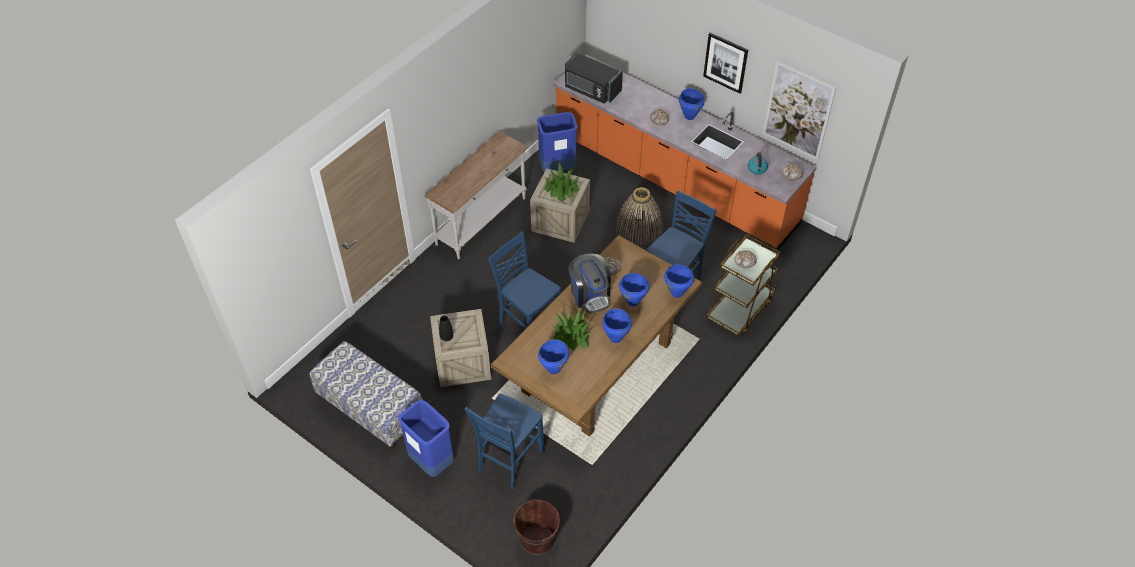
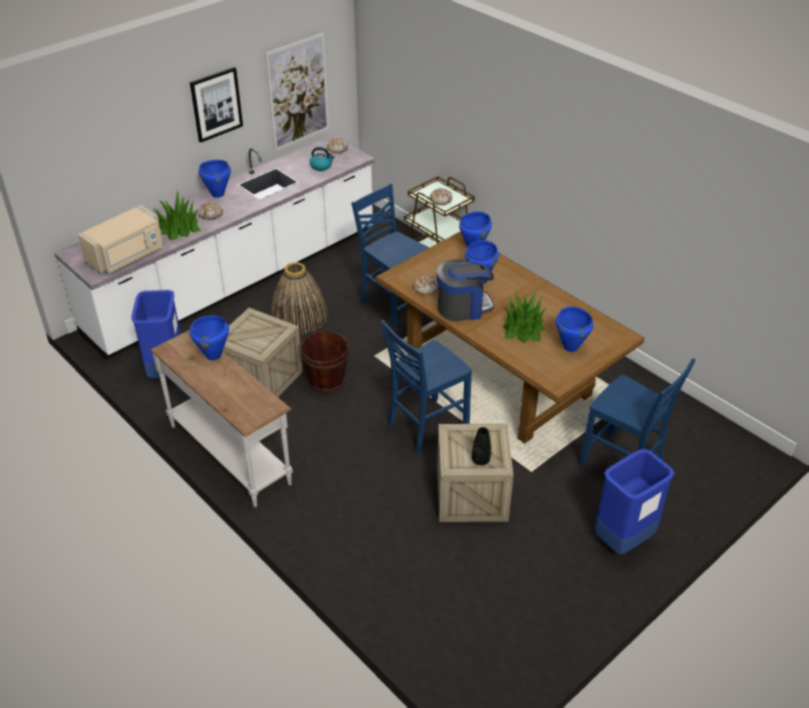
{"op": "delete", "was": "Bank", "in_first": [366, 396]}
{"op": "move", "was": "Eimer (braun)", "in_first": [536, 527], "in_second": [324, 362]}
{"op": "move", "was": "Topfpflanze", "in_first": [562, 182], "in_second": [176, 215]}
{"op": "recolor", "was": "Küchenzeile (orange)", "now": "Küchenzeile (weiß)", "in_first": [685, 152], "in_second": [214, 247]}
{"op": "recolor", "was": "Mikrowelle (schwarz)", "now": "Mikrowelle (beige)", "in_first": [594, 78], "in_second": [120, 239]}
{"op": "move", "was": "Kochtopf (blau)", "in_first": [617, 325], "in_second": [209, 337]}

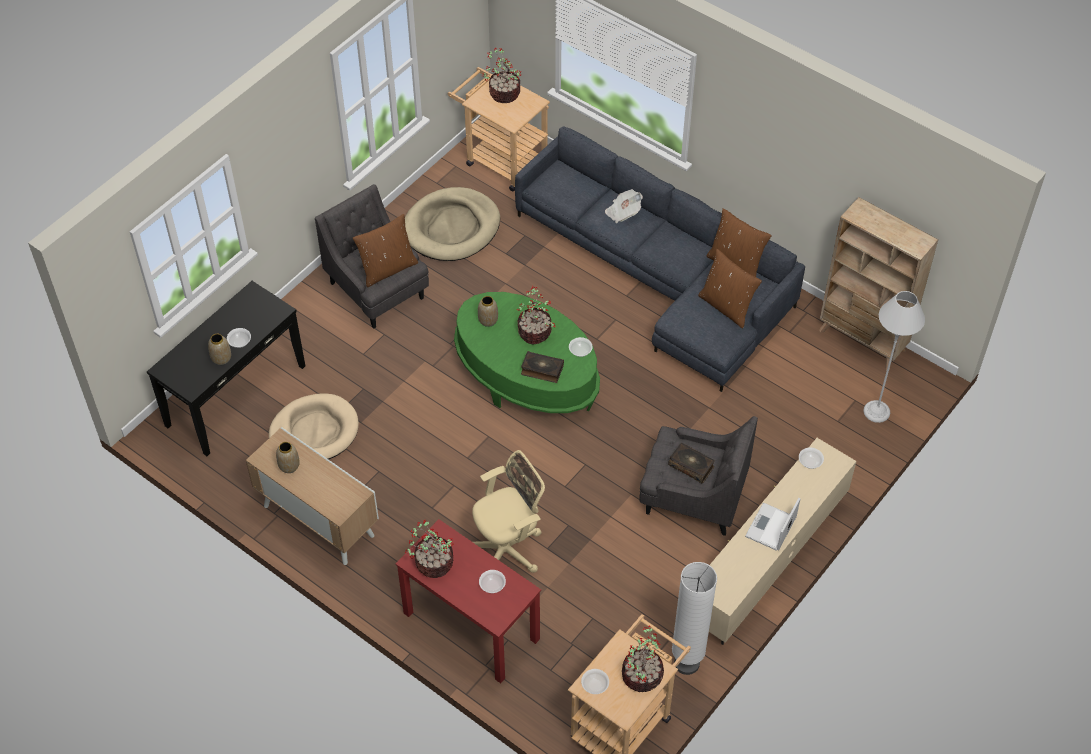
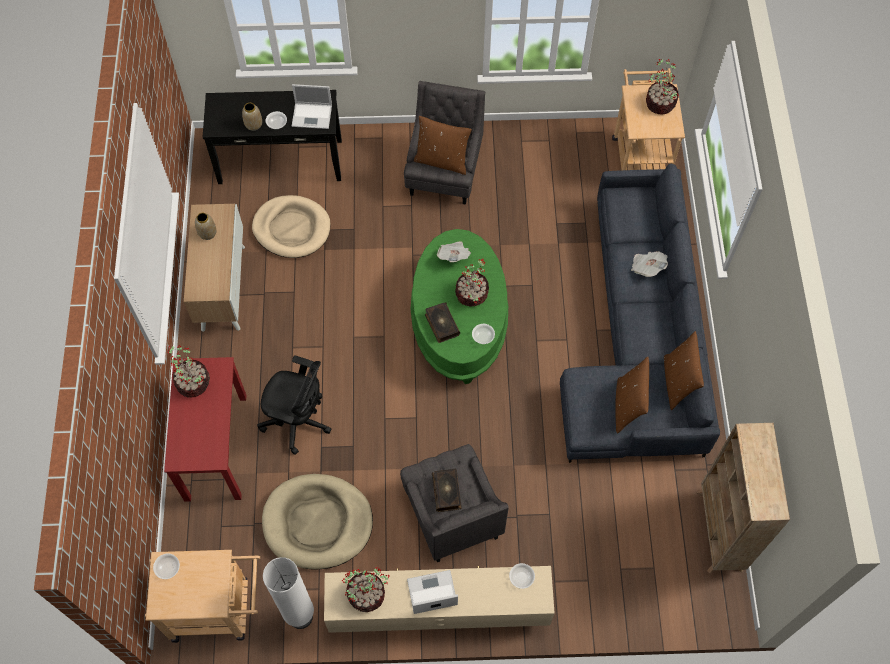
{"op": "move", "was": "Hundebett (beige)", "in_first": [452, 224], "in_second": [317, 521]}
{"op": "recolor", "was": "Bürostuhl (beige)", "now": "Bürostuhl (schwarz)", "in_first": [508, 511], "in_second": [294, 405]}
{"op": "replace", "was": "Vase", "now": "Zeitung", "in_first": [488, 311], "in_second": [454, 251]}
{"op": "delete", "was": "Schüssel", "in_first": [492, 581]}
{"op": "move", "was": "Topfpflanze", "in_first": [643, 658], "in_second": [365, 589]}
{"op": "delete", "was": "Stehlampe (grau)", "in_first": [894, 357]}
{"op": "insert", "now": "Laptop", "in_second": [312, 106]}

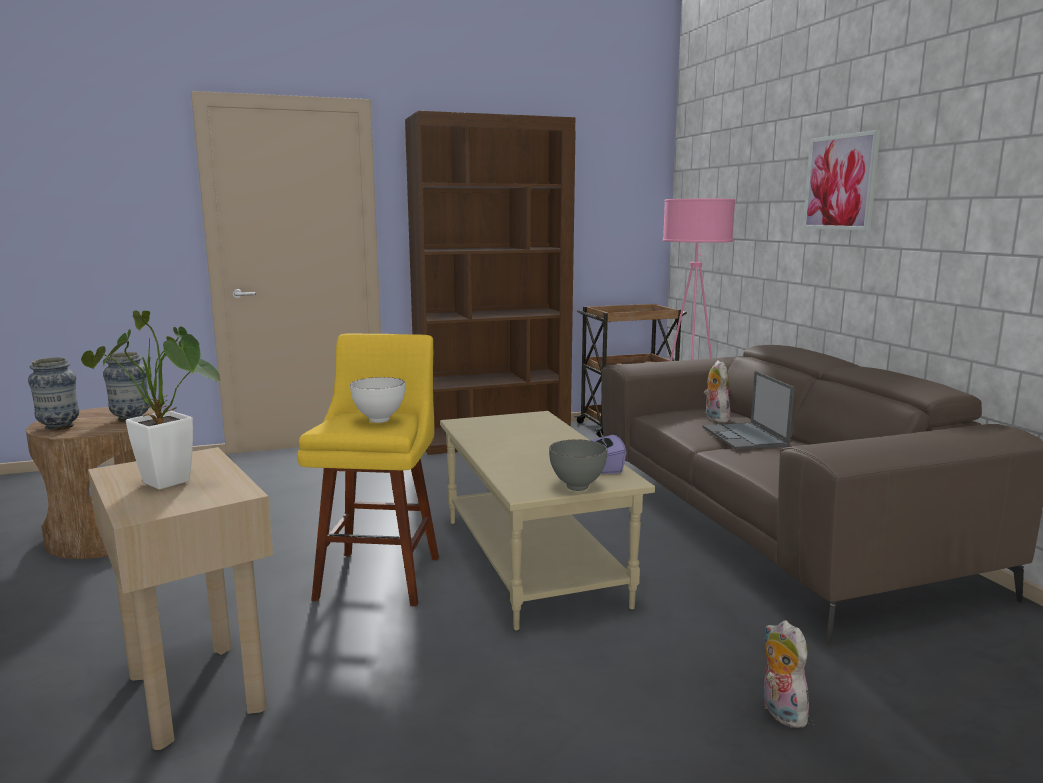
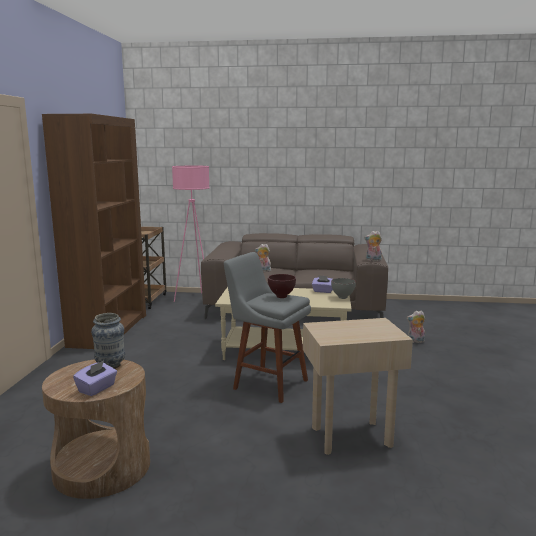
{"op": "replace", "was": "Vase", "now": "Taschentuchbox (lila)", "in_first": [53, 394], "in_second": [95, 378]}
{"op": "delete", "was": "Topfpflanze", "in_first": [151, 399]}
{"op": "recolor", "was": "Hocker (gelb)", "now": "Hocker (grau)", "in_first": [368, 470], "in_second": [267, 327]}
{"op": "recolor", "was": "Schüssel (weiß)", "now": "Schüssel (braun)", "in_first": [377, 400], "in_second": [282, 286]}
{"op": "delete", "was": "Laptop", "in_first": [749, 410]}
{"op": "delete", "was": "Bild", "in_first": [841, 180]}
{"op": "insert", "now": "Plüschtier", "in_second": [373, 246]}

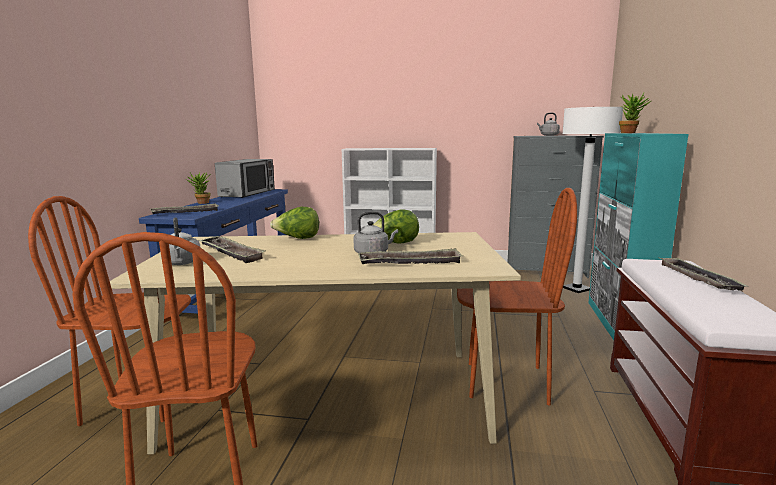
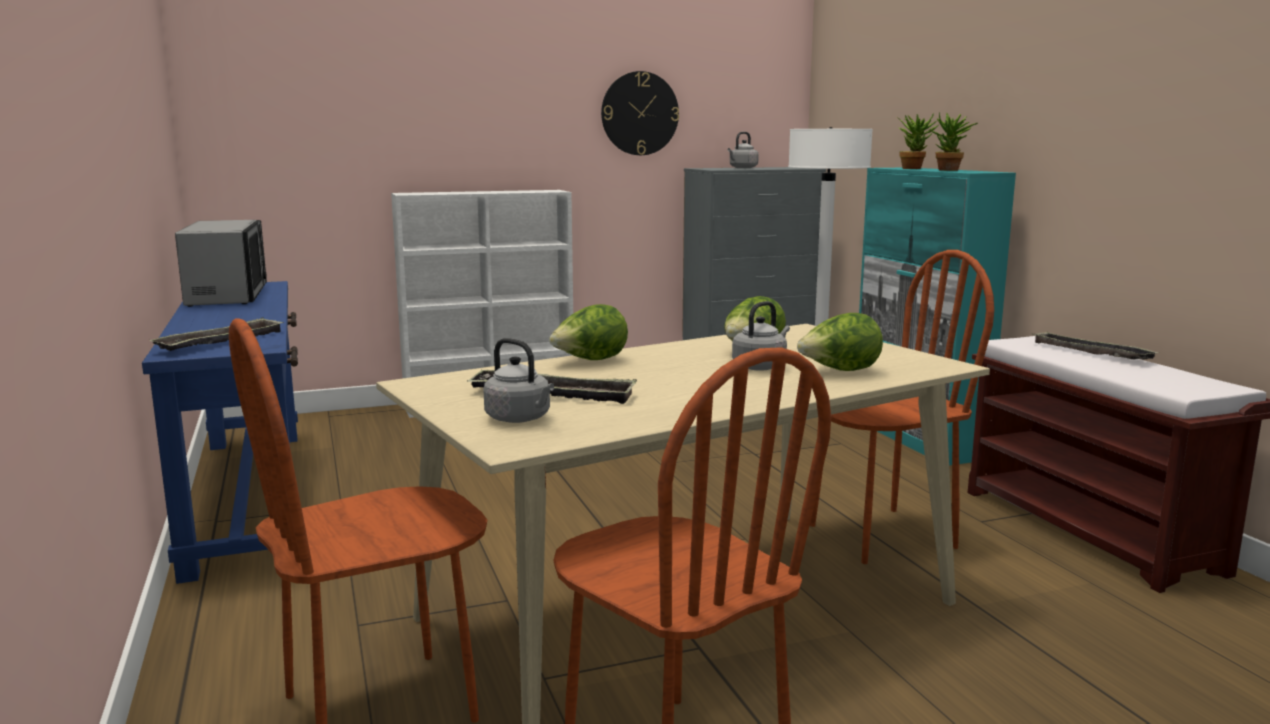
{"op": "move", "was": "Topfpflanze", "in_first": [198, 188], "in_second": [954, 141]}
{"op": "replace", "was": "Tablett", "now": "Salatkopf", "in_first": [410, 256], "in_second": [840, 342]}
{"op": "insert", "now": "Wanduhr", "in_second": [640, 113]}

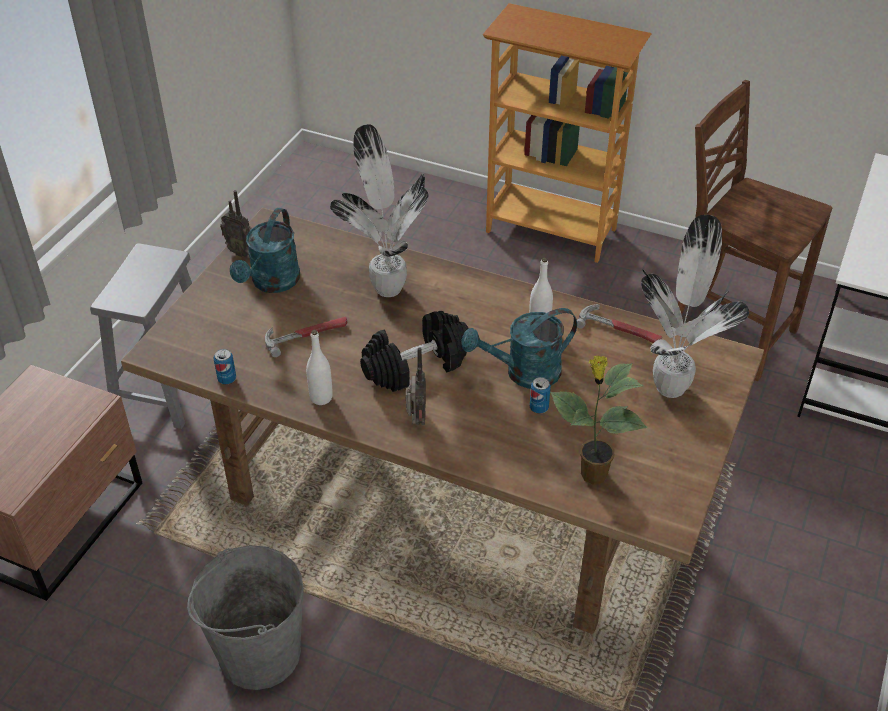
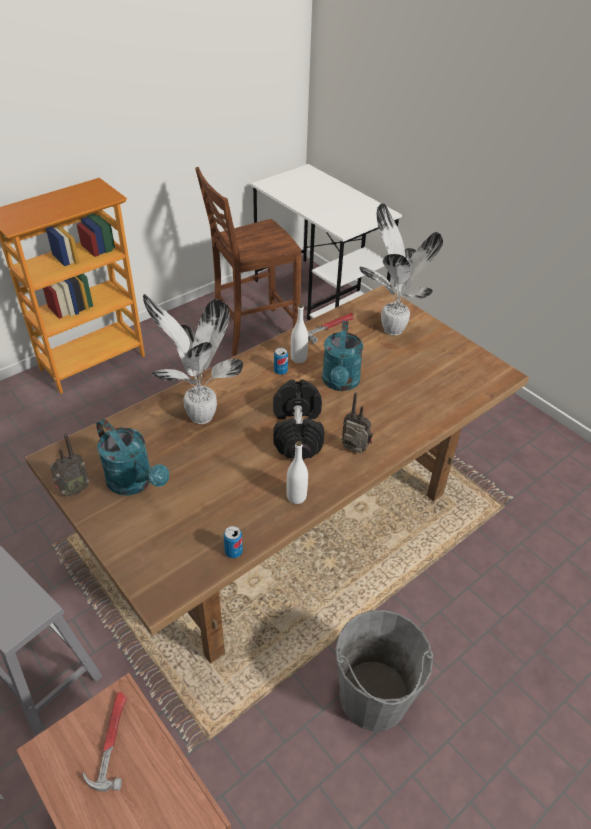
{"op": "move", "was": "Hammer", "in_first": [306, 337], "in_second": [104, 741]}
{"op": "move", "was": "Dose", "in_first": [540, 395], "in_second": [281, 361]}
{"op": "delete", "was": "Topfpflanze", "in_first": [599, 420]}

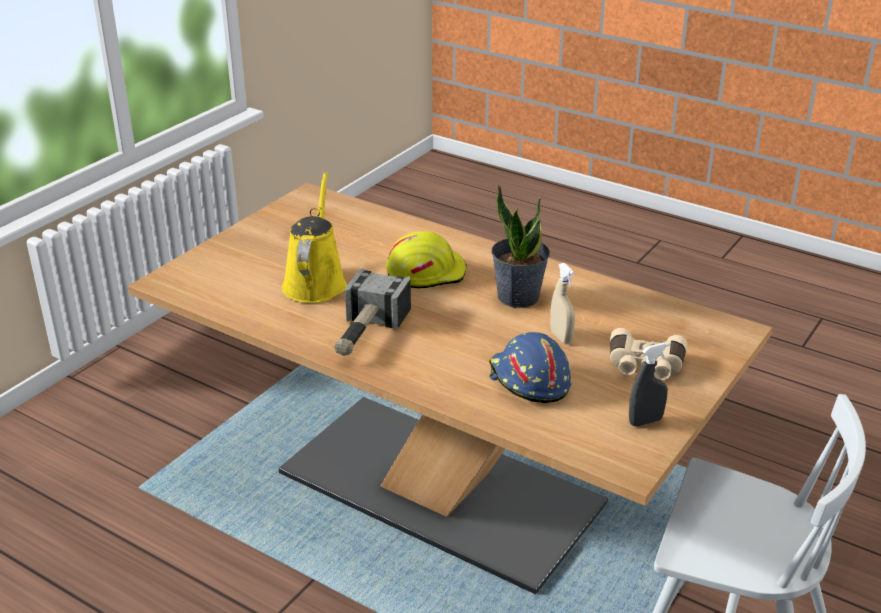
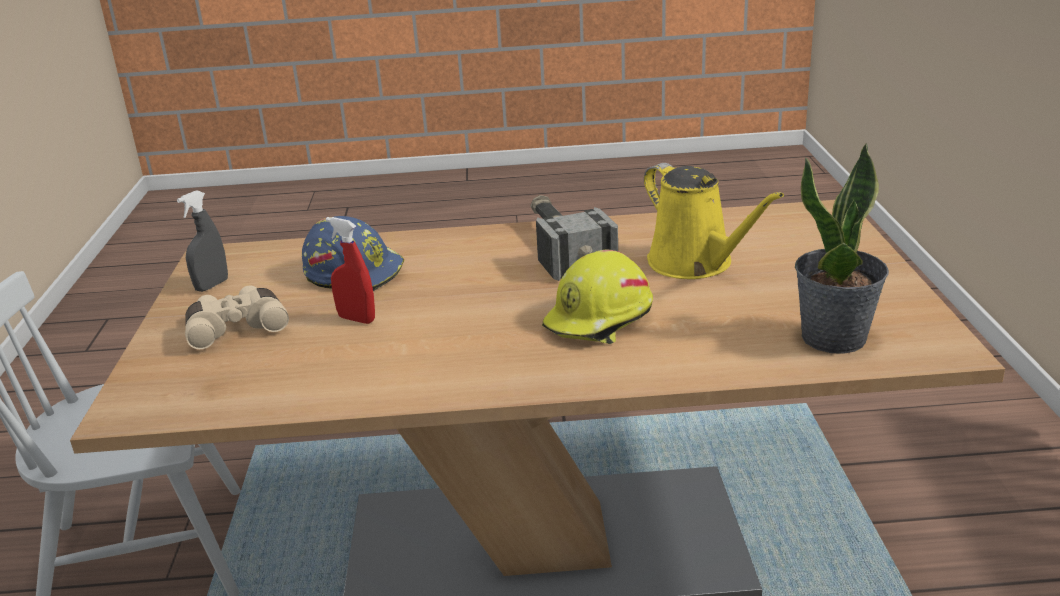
{"op": "move", "was": "Topfpflanze", "in_first": [520, 246], "in_second": [842, 248]}
{"op": "recolor", "was": "Sprühflasche (beige)", "now": "Sprühflasche (rot)", "in_first": [562, 303], "in_second": [350, 270]}

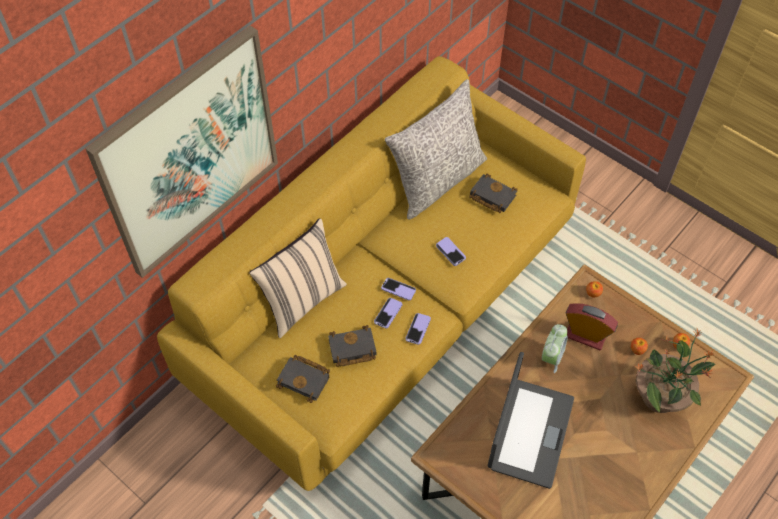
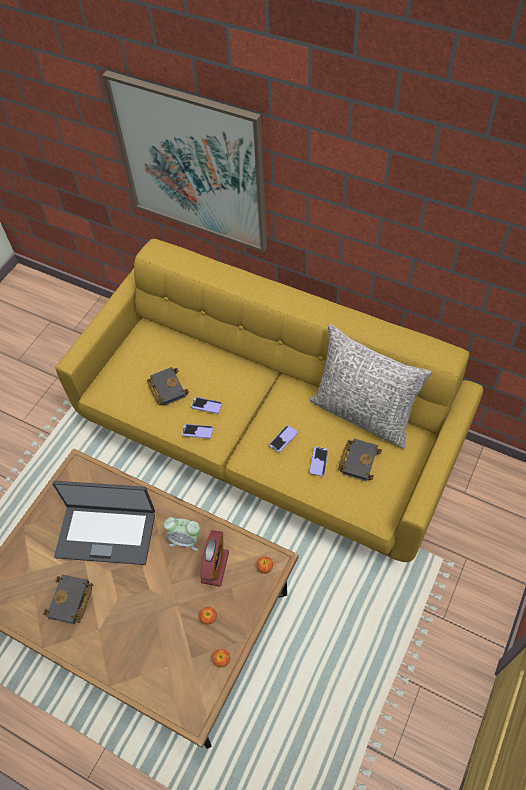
{"op": "delete", "was": "Kissen (beige)", "in_first": [298, 278]}
{"op": "move", "was": "Buch (schwarz)", "in_first": [303, 379], "in_second": [68, 599]}
{"op": "move", "was": "Handy", "in_first": [398, 289], "in_second": [319, 461]}
{"op": "delete", "was": "Topfpflanze", "in_first": [675, 370]}

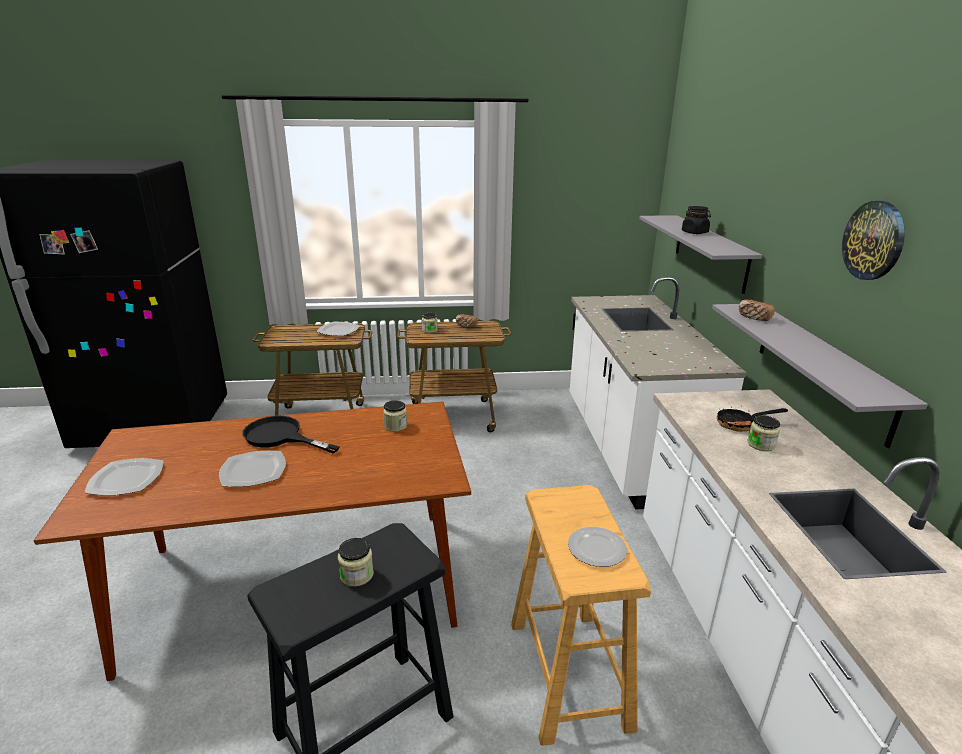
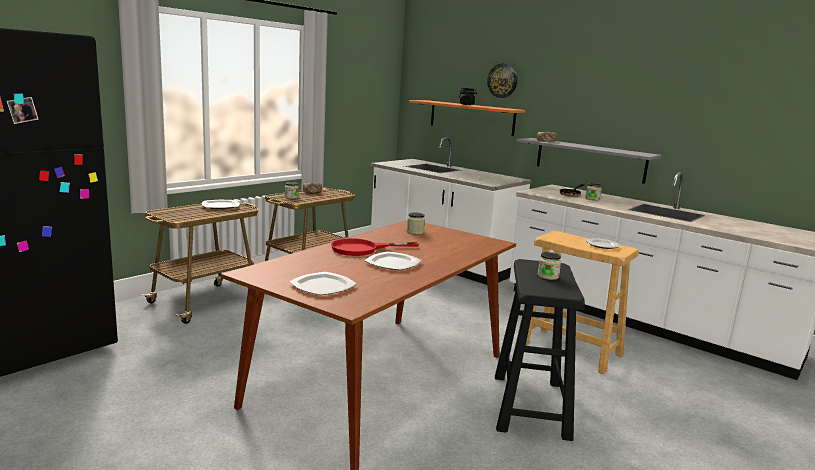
{"op": "recolor", "was": "Pfanne (schwarz)", "now": "Pfanne (rot)", "in_first": [291, 435], "in_second": [375, 247]}
{"op": "recolor", "was": "Wandregal (grau)", "now": "Wandregal (orange)", "in_first": [700, 254], "in_second": [467, 118]}
{"op": "move", "was": "Wanduhr", "in_first": [873, 240], "in_second": [502, 81]}

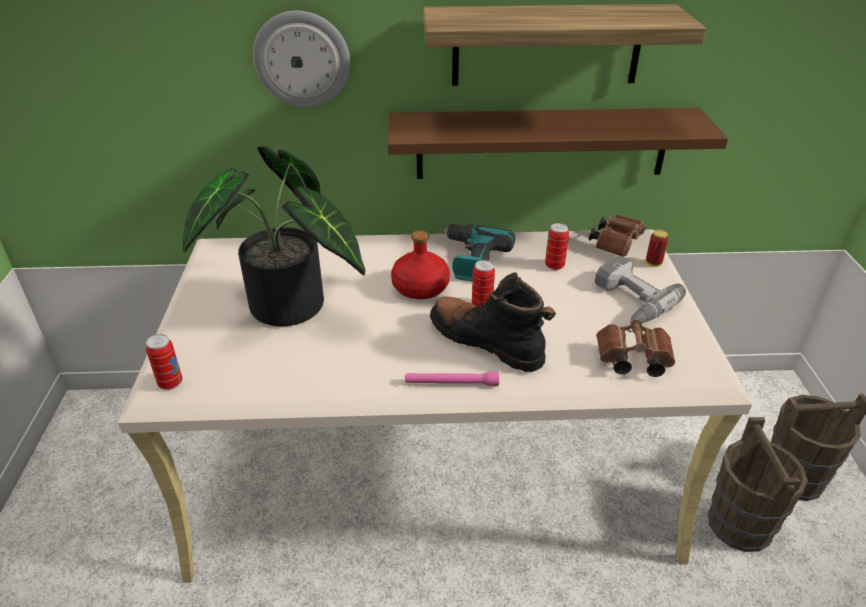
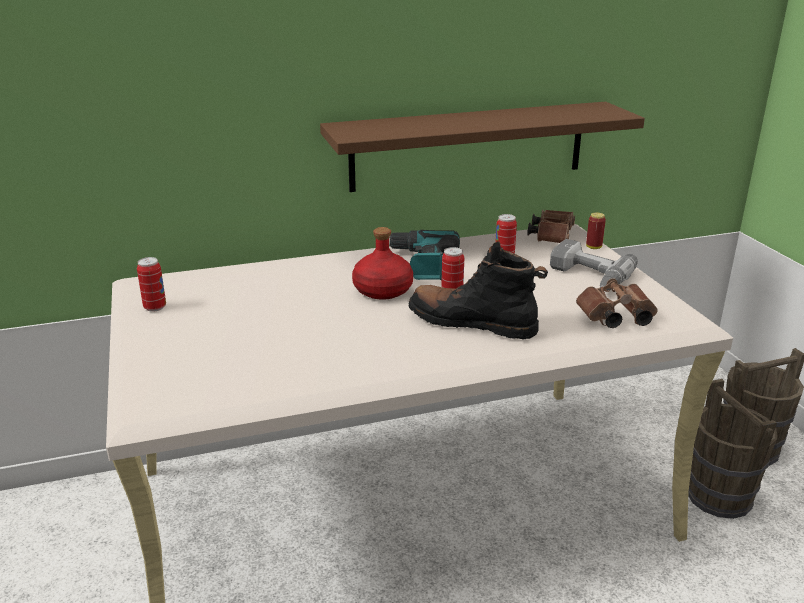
{"op": "move", "was": "Dose", "in_first": [164, 362], "in_second": [151, 284]}
{"op": "delete", "was": "Topfpflanze", "in_first": [274, 236]}
{"op": "delete", "was": "Wanduhr", "in_first": [302, 59]}
{"op": "delete", "was": "Taschenlampe (rosa)", "in_first": [452, 379]}
{"op": "delete", "was": "Wandregal", "in_first": [564, 45]}

